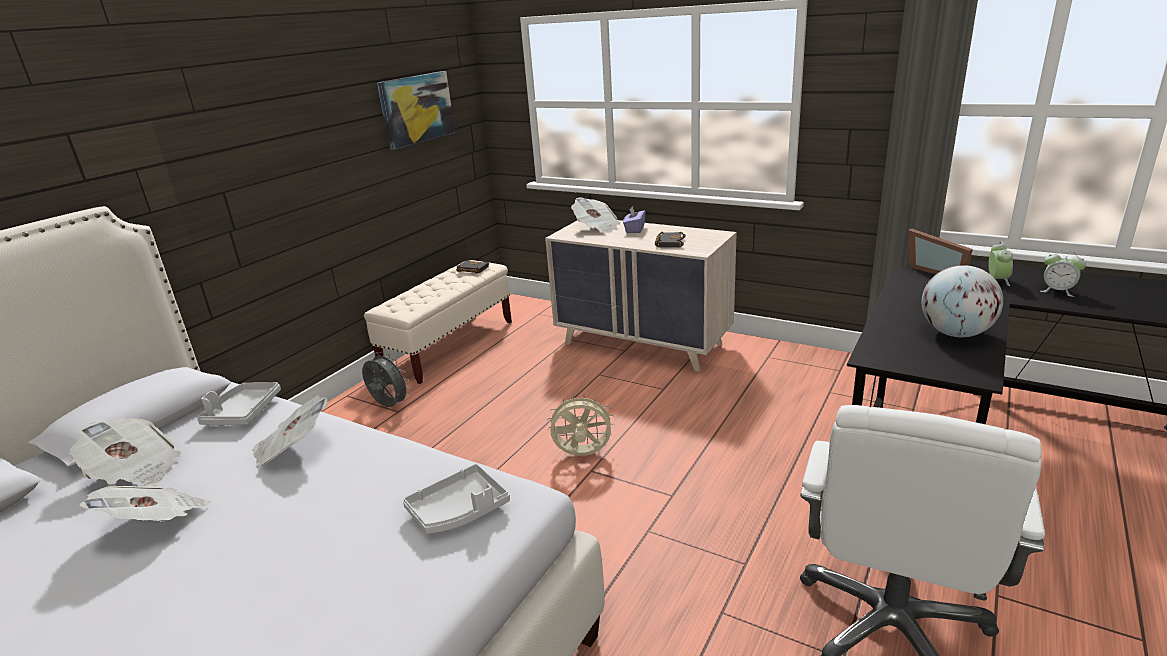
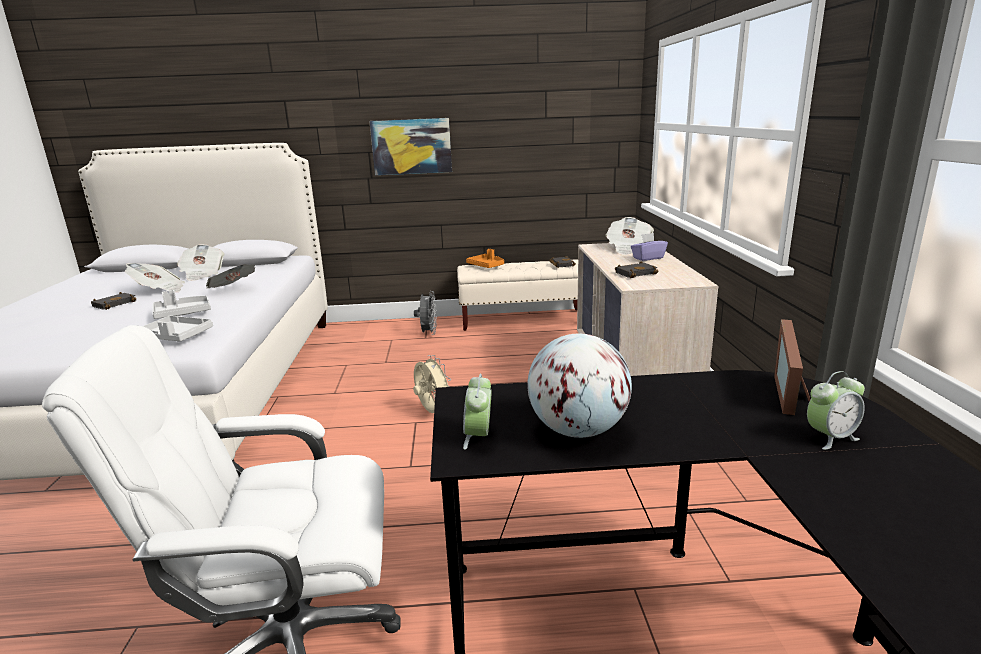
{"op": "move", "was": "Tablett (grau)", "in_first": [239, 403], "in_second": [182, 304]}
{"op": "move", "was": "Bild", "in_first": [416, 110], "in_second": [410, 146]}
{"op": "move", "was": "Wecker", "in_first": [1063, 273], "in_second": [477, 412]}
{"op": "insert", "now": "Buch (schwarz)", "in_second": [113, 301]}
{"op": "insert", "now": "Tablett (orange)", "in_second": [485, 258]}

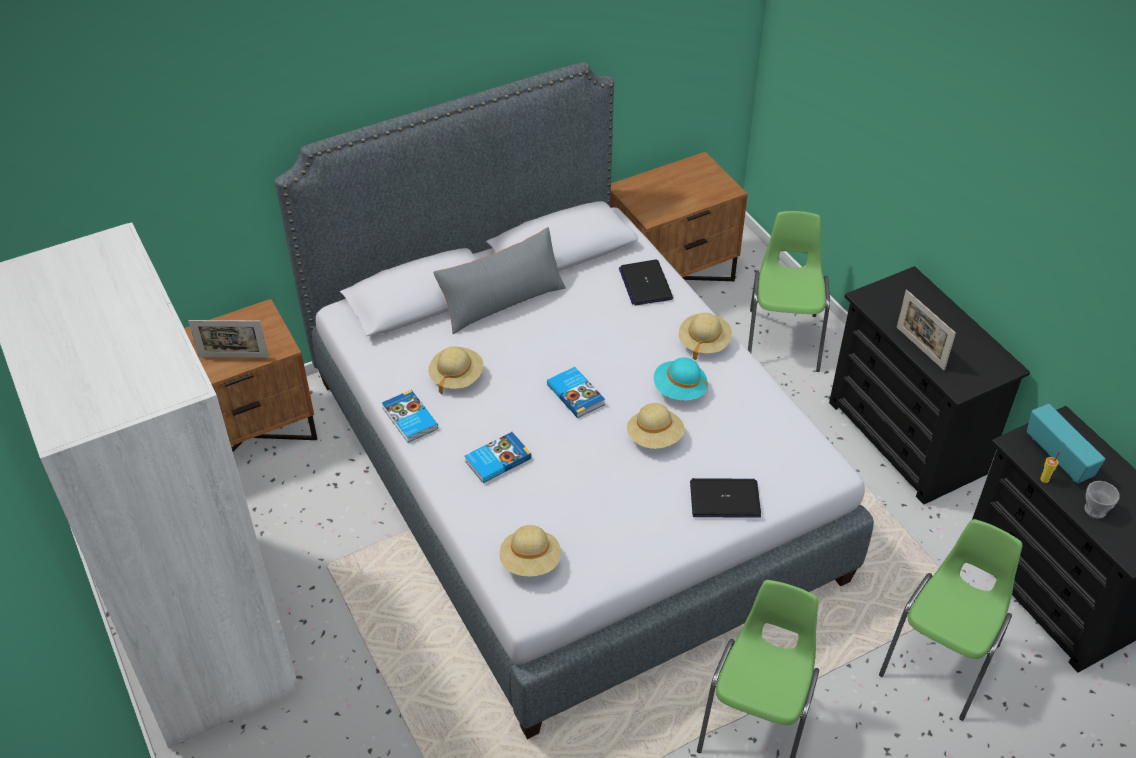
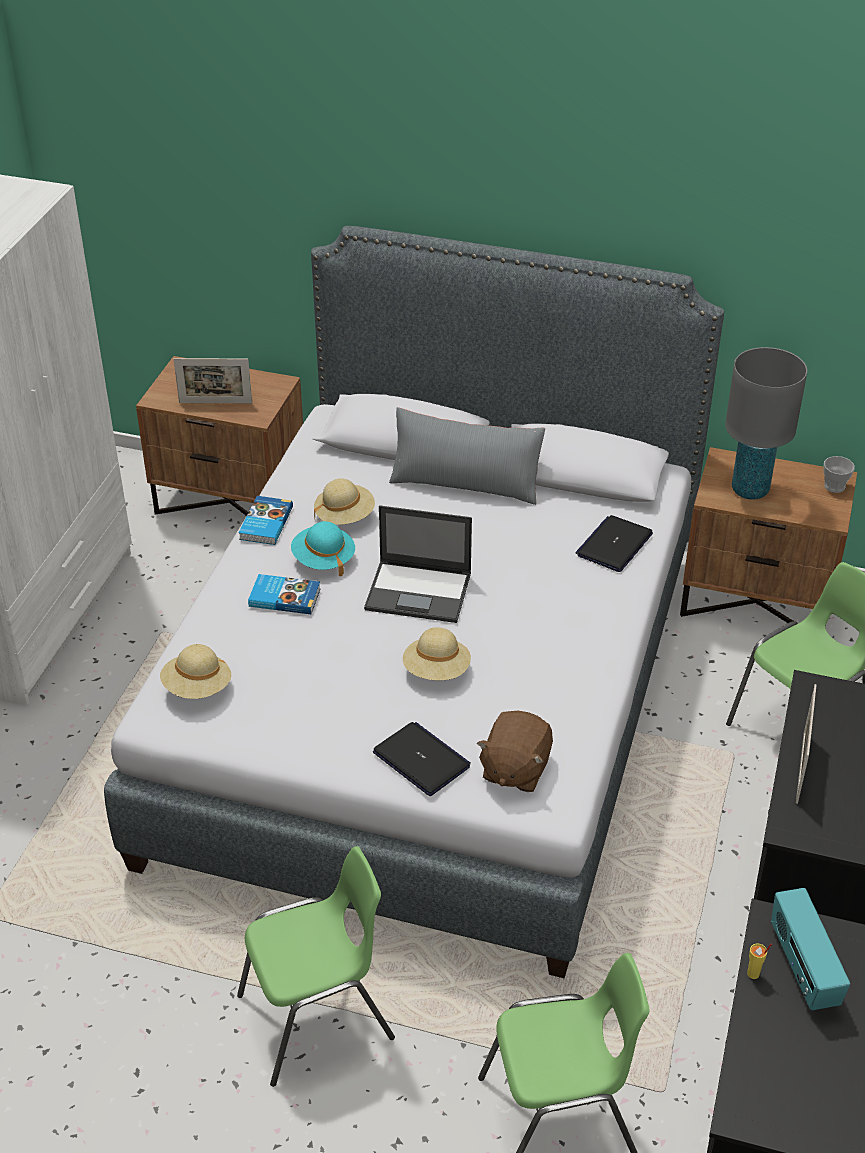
{"op": "rotate", "was": "Bilderrahmen", "in_first": [228, 339], "in_second": [213, 380], "clockwise": -45}
{"op": "replace", "was": "Buch", "now": "Laptop", "in_first": [576, 392], "in_second": [418, 564]}
{"op": "move", "was": "Hut (türkis)", "in_first": [681, 378], "in_second": [323, 548]}
{"op": "delete", "was": "Hut (beige)", "in_first": [705, 336]}
{"op": "rotate", "was": "Radio", "in_first": [1066, 443], "in_second": [810, 949], "clockwise": 150}
{"op": "move", "was": "Tasse", "in_first": [1102, 500], "in_second": [839, 474]}
{"op": "insert", "now": "Plüschtier (braun)", "in_second": [515, 751]}
{"op": "insert", "now": "Tischlampe (grau)", "in_second": [766, 423]}

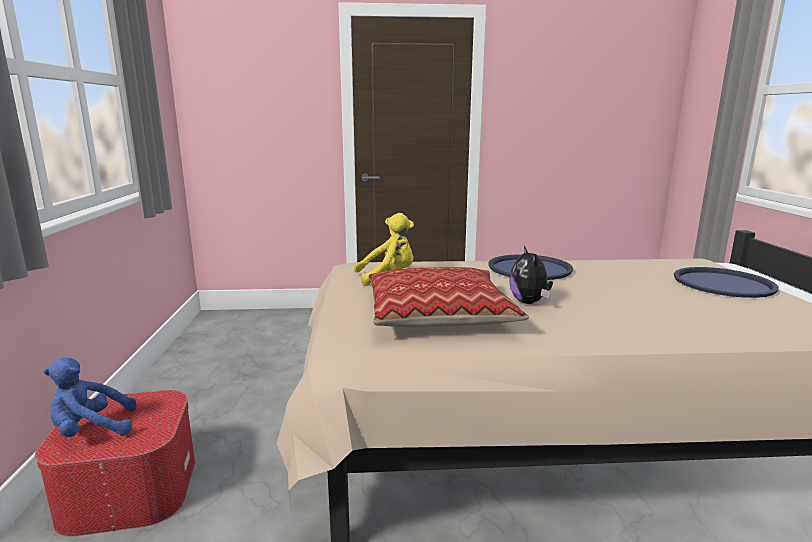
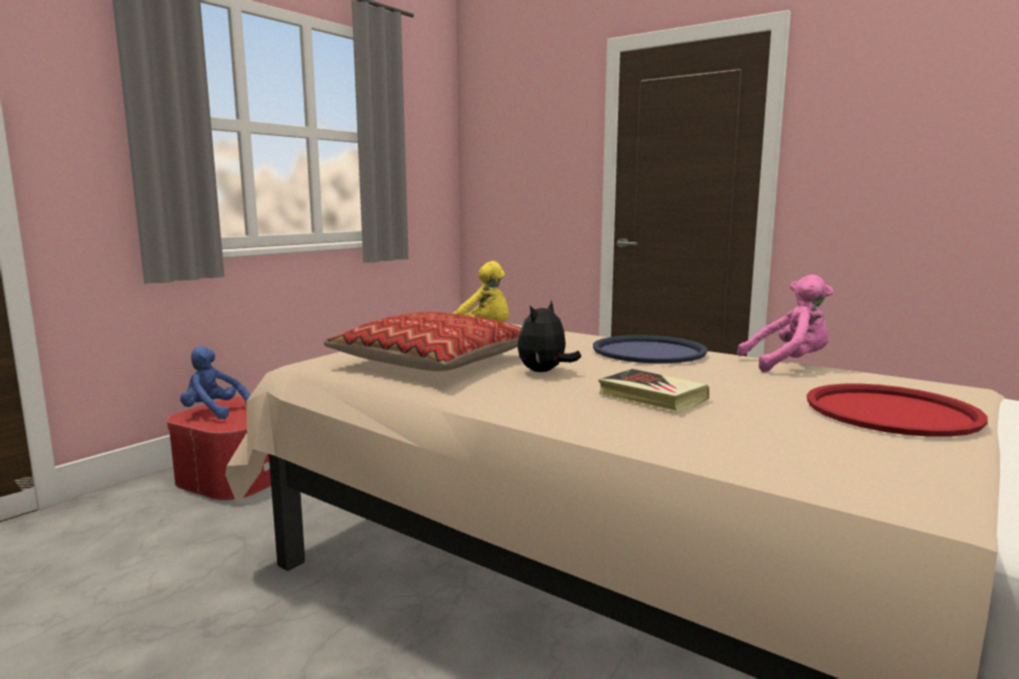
{"op": "recolor", "was": "Tablett (blau)", "now": "Tablett (rot)", "in_first": [726, 282], "in_second": [897, 410]}
{"op": "insert", "now": "Buch", "in_second": [653, 391]}
{"op": "insert", "now": "Plüschtier (rosa)", "in_second": [785, 323]}

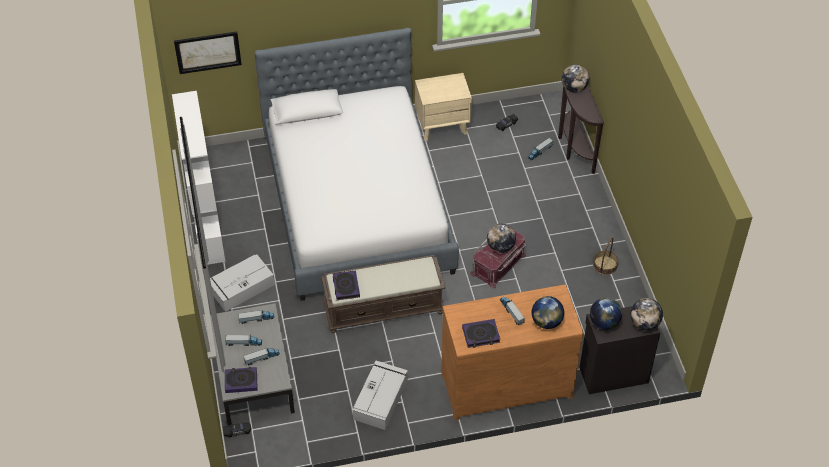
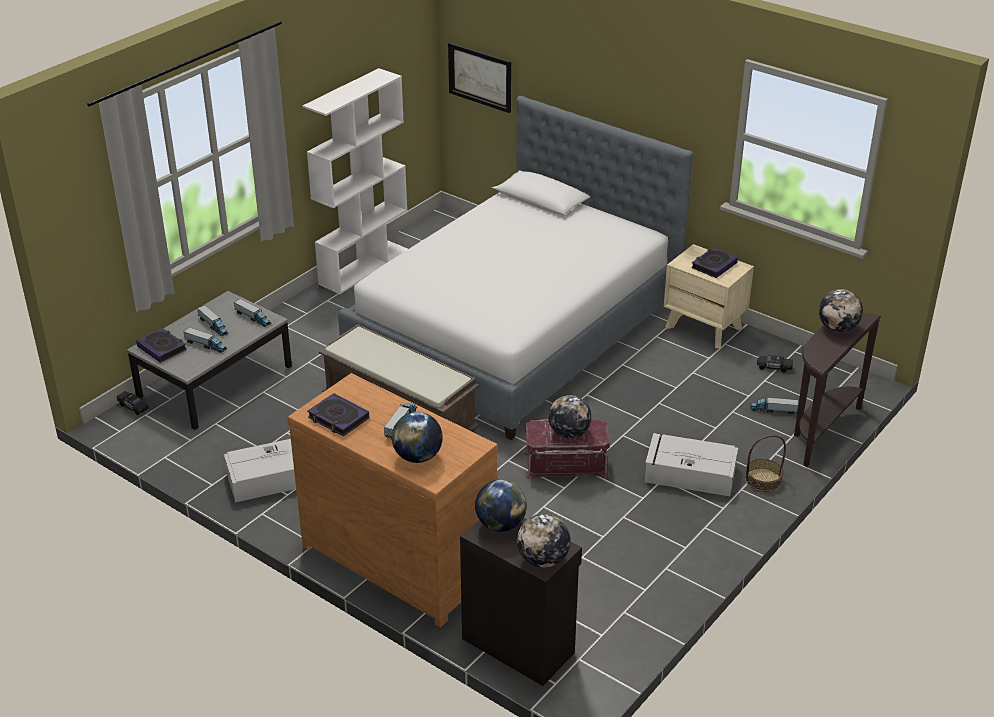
{"op": "move", "was": "Aufbewahrungsbox (grau)", "in_first": [242, 283], "in_second": [691, 464]}
{"op": "move", "was": "Buch", "in_first": [346, 285], "in_second": [714, 262]}
{"op": "move", "was": "Korb", "in_first": [605, 256], "in_second": [765, 463]}

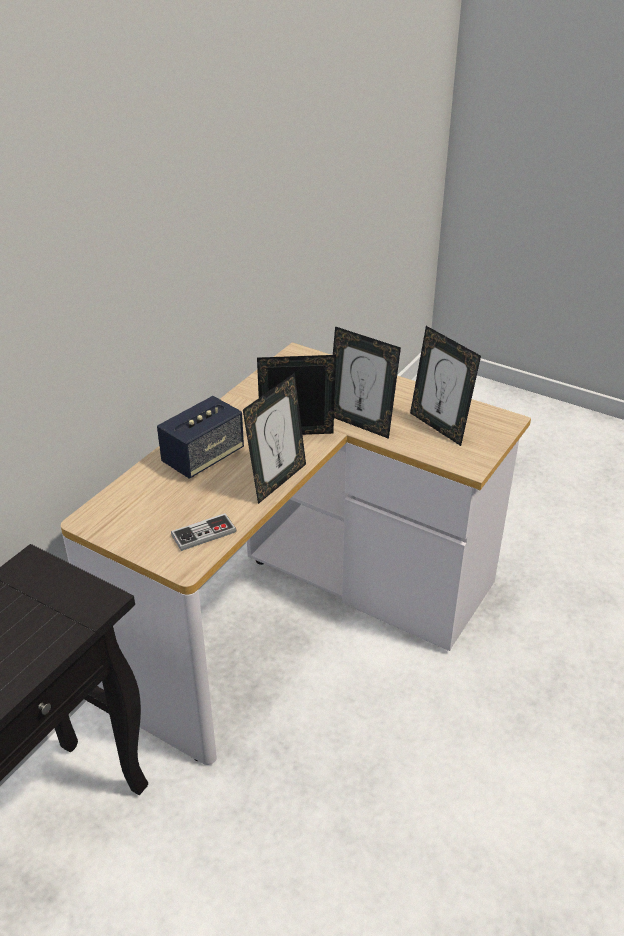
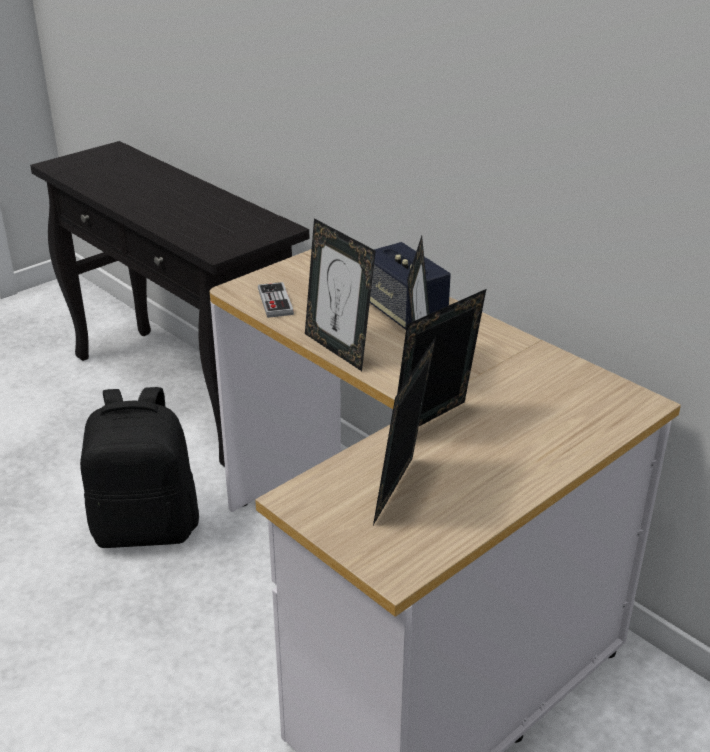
{"op": "rotate", "was": "Bilderrahmen", "in_first": [445, 386], "in_second": [404, 431], "clockwise": -45}
{"op": "insert", "now": "Rucksack (schwarz)", "in_second": [139, 467]}

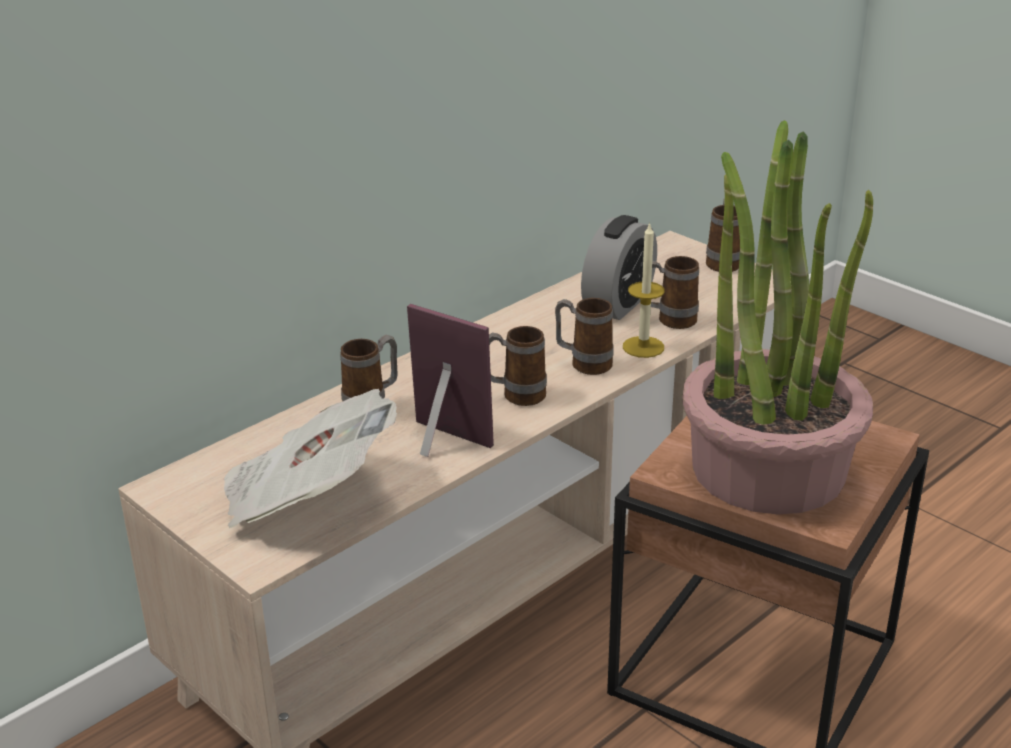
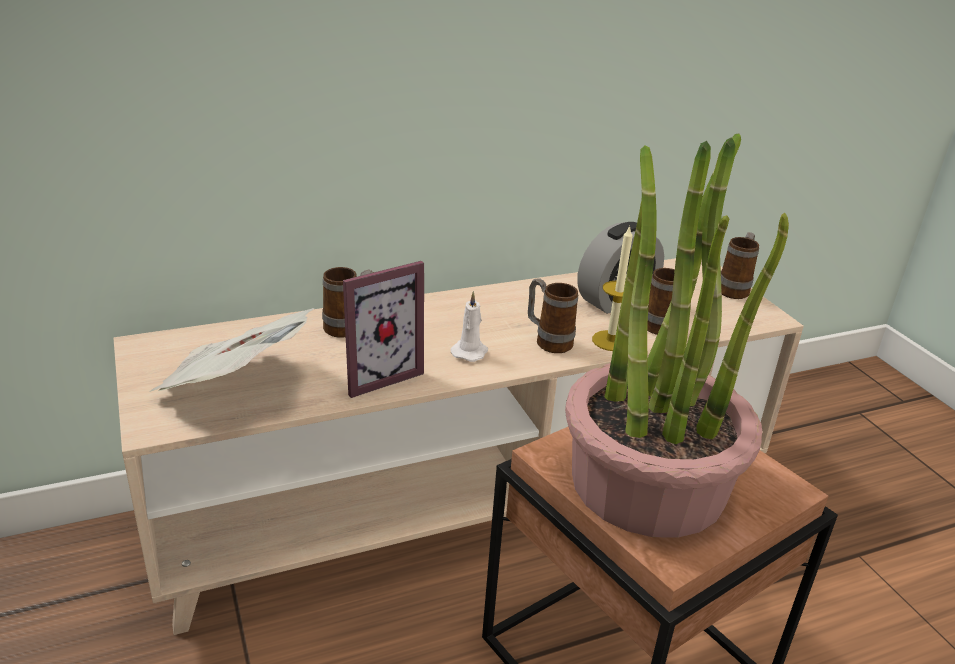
{"op": "rotate", "was": "Bilderrahmen", "in_first": [450, 380], "in_second": [383, 329], "clockwise": 90}
{"op": "replace", "was": "Henkelbecher", "now": "Kerze (weiß)", "in_first": [518, 366], "in_second": [469, 326]}

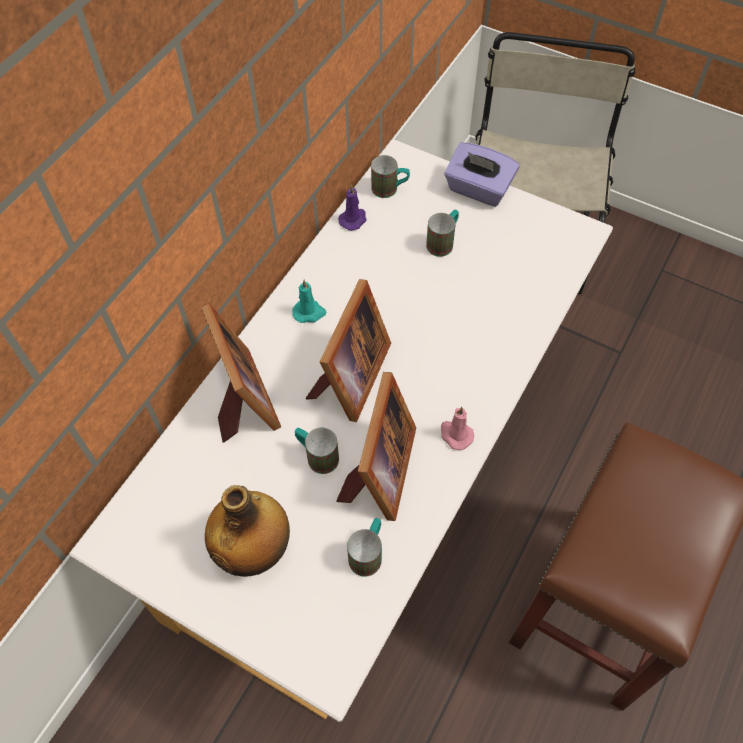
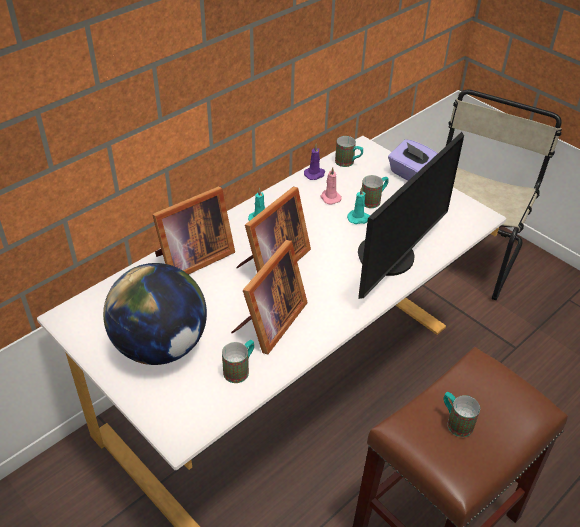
{"op": "rotate", "was": "Bilderrahmen", "in_first": [241, 373], "in_second": [193, 230], "clockwise": 60}
{"op": "replace", "was": "Flasche", "now": "Globus", "in_first": [247, 531], "in_second": [155, 314]}
{"op": "move", "was": "Henkelbecher", "in_first": [317, 450], "in_second": [462, 414]}
{"op": "move", "was": "Kerze (rosa)", "in_first": [457, 428], "in_second": [331, 186]}
{"op": "insert", "now": "Kerze (türkis)", "in_second": [358, 205]}
{"op": "insert", "now": "Monitor", "in_second": [411, 215]}

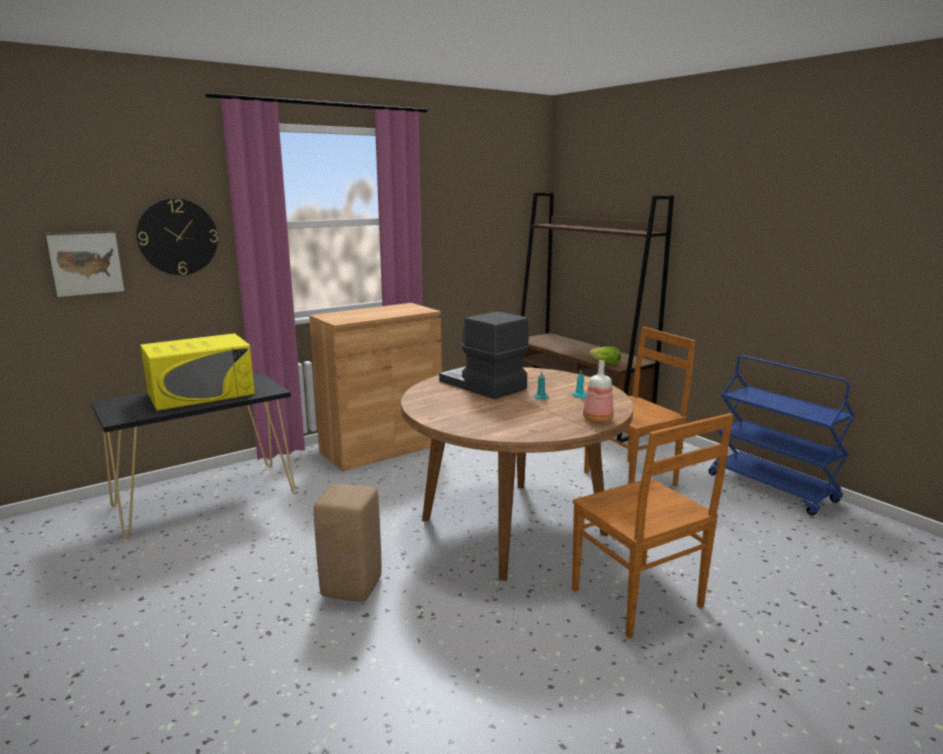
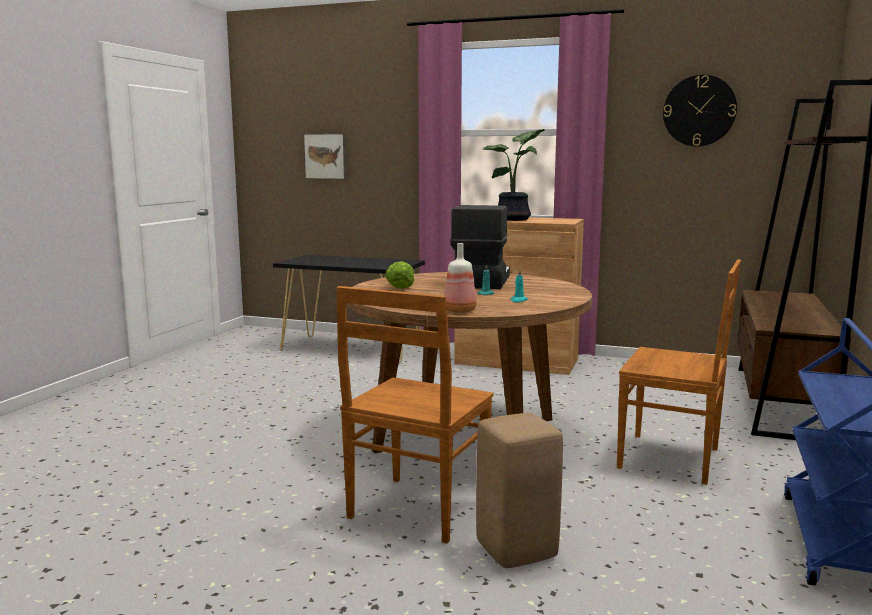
{"op": "move", "was": "Wanduhr", "in_first": [177, 236], "in_second": [700, 111]}
{"op": "delete", "was": "Mikrowelle (gelb)", "in_first": [197, 372]}
{"op": "move", "was": "Hocker (beige)", "in_first": [348, 542], "in_second": [519, 490]}
{"op": "move", "was": "Salatkopf", "in_first": [605, 355], "in_second": [400, 275]}
{"op": "insert", "now": "Topfpflanze", "in_second": [514, 175]}

